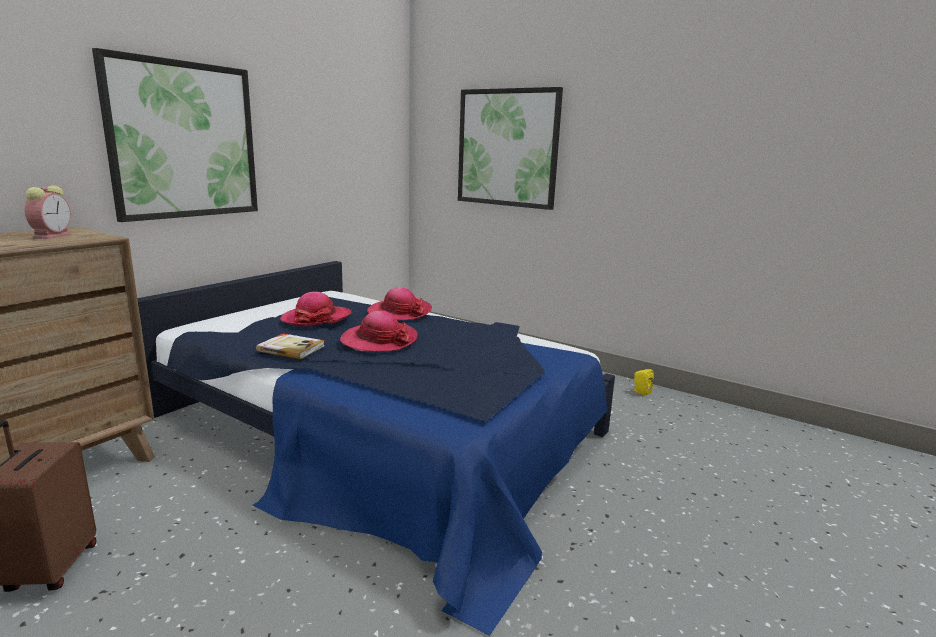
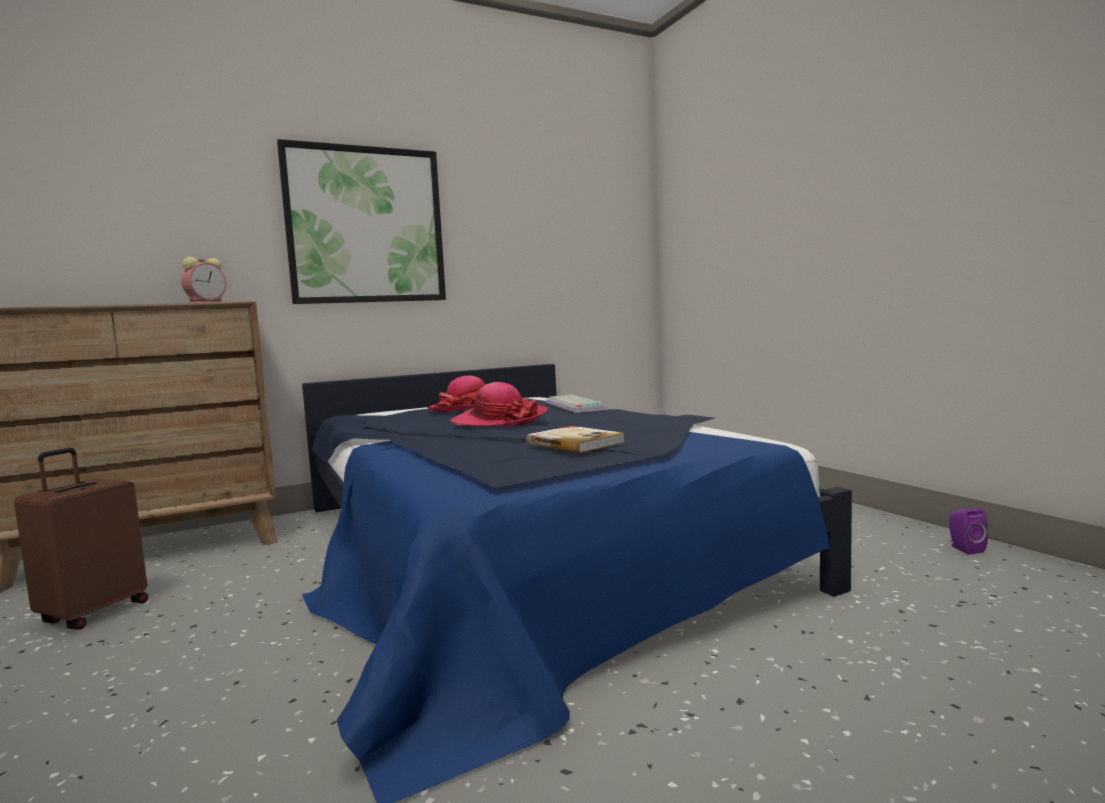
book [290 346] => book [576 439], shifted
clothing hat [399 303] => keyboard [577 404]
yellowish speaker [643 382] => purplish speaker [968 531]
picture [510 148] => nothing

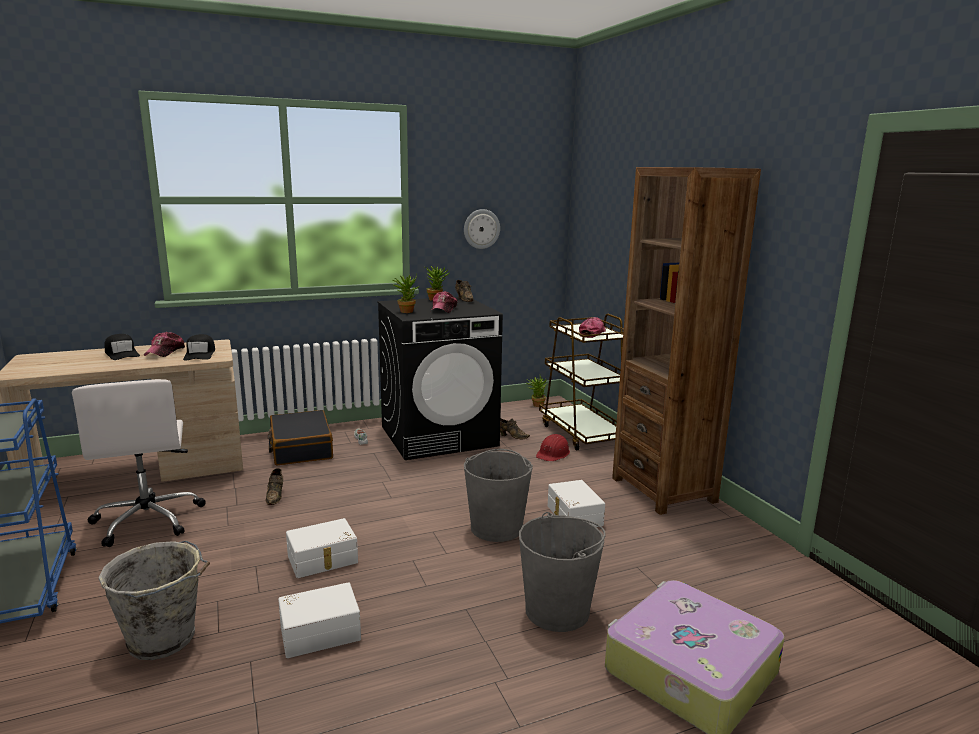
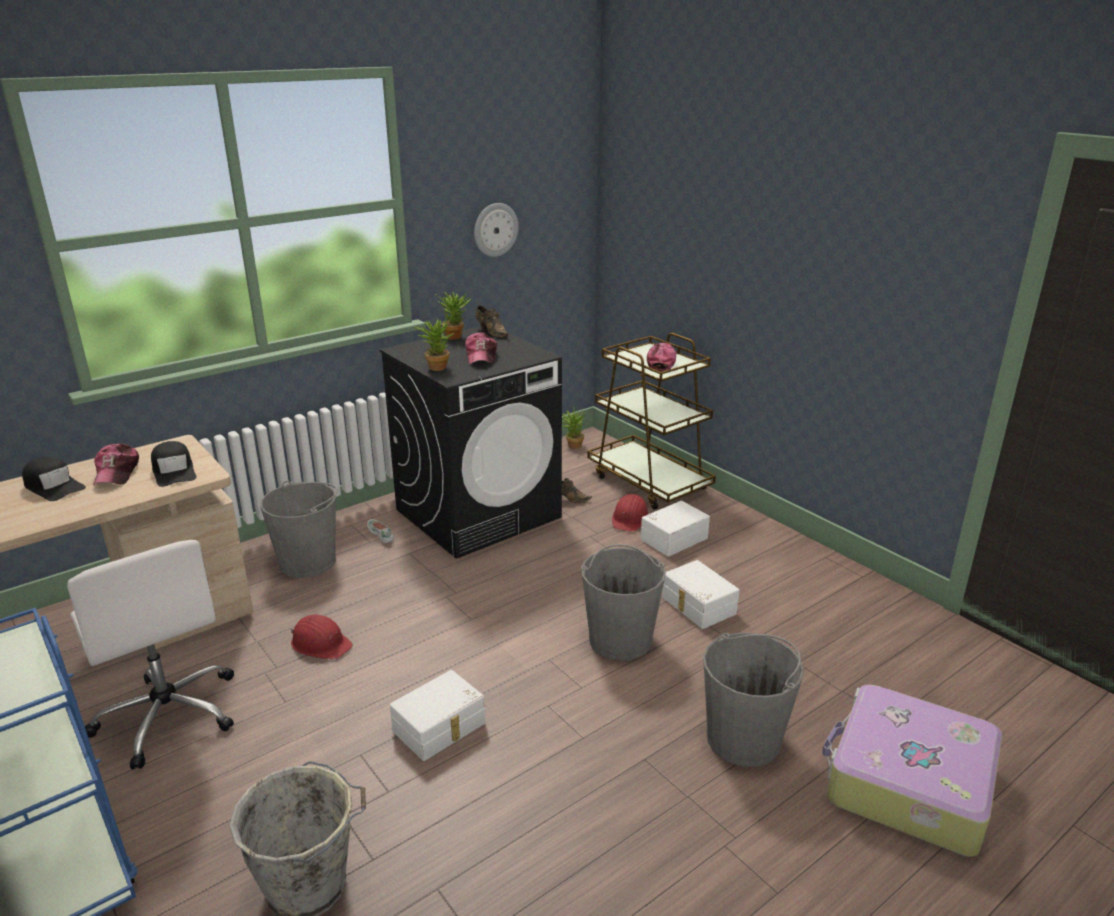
black travel case [300 438] => gray water bucket [298 529]
brownish low shoe [274 486] => red hard hat [321 637]
white storage box [319 620] => white storage box [675 529], shifted
brownish bookshelf [686 341] => nothing

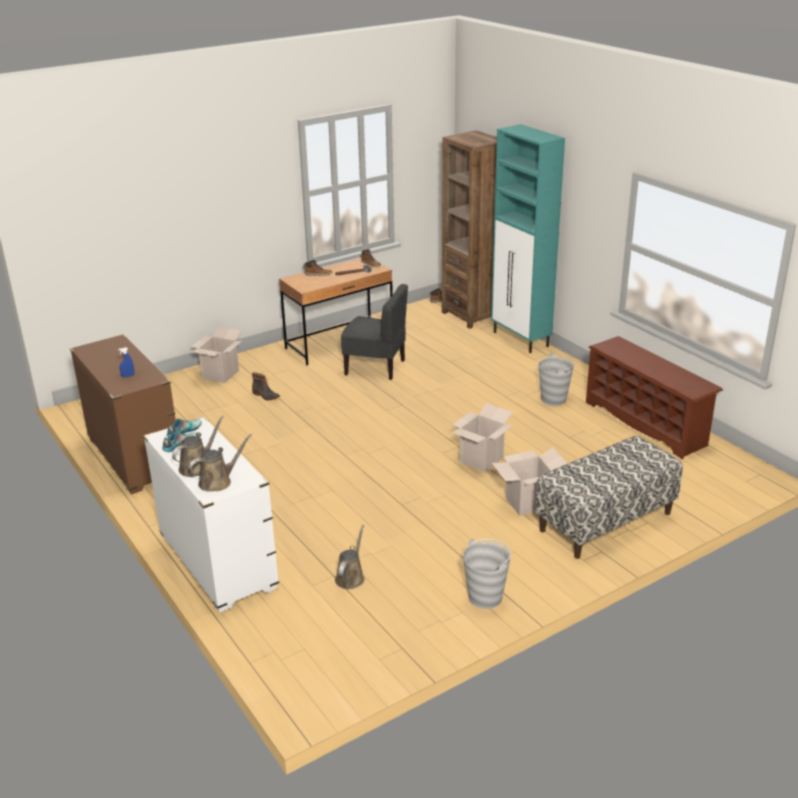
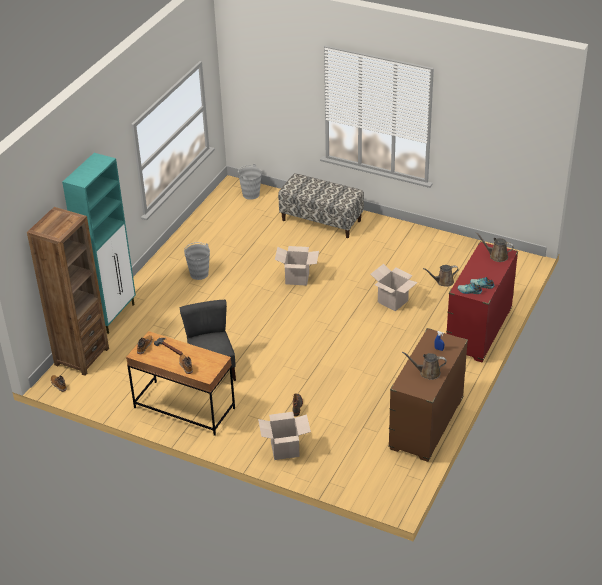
gray water bucket [487 574] => gray water bucket [250 182], shifted
cardboard box [529 482] => cardboard box [394 287], shifted
brownish watering can [198 446] => brownish watering can [424 366], shifted
white dresser [211 514] => red dresser [482 301]
brownish shoe stand [654 397] => nothing

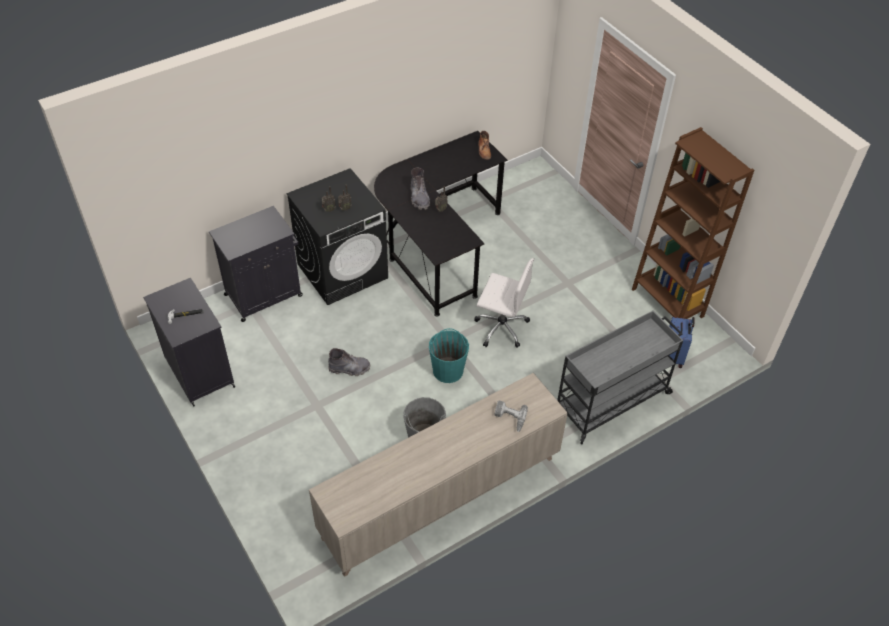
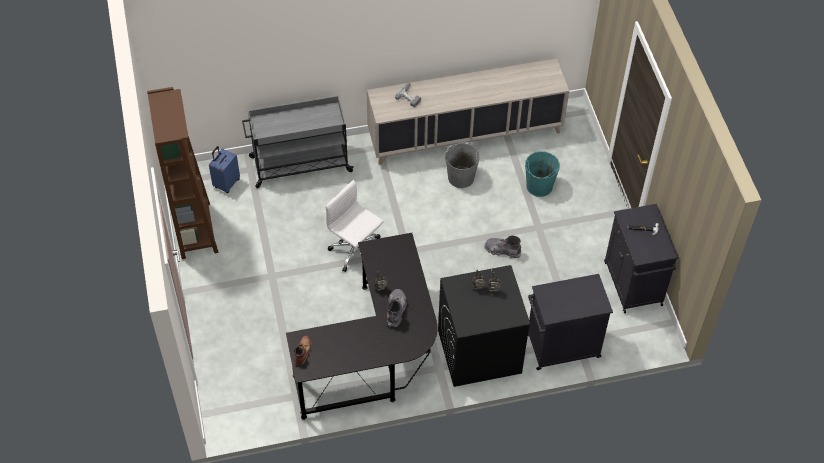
turquoise-coloured water bucket [449 355] => turquoise-coloured water bucket [542 174], shifted

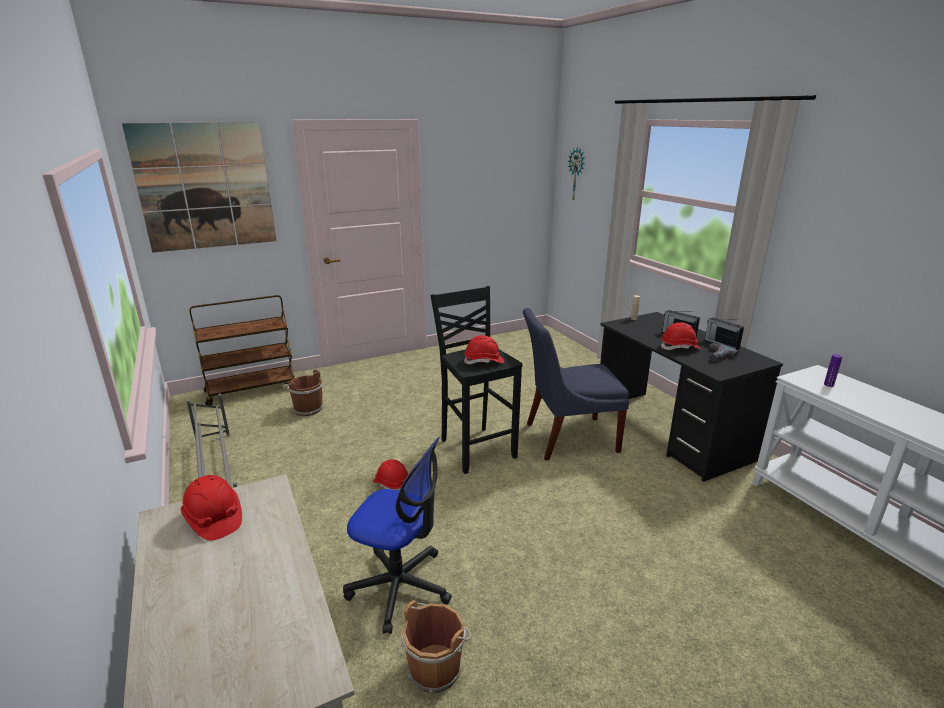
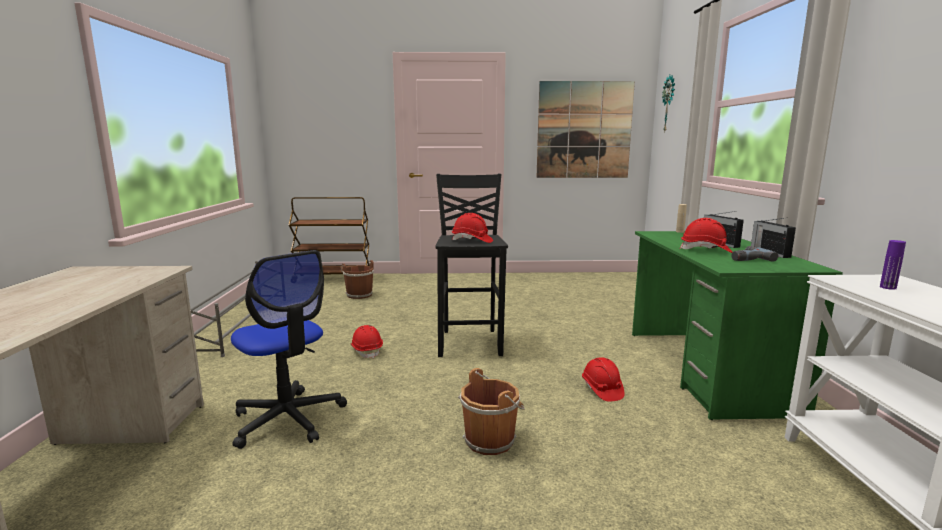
brownish water bucket [436 646] => brownish water bucket [491 411], shifted
picture [199 187] => picture [585 129], shifted
red hard hat [211 508] => red hard hat [603 379], shifted
black desk unit [691 397] => green desk unit [737 325]
bluish upright chair [576 384] => nothing

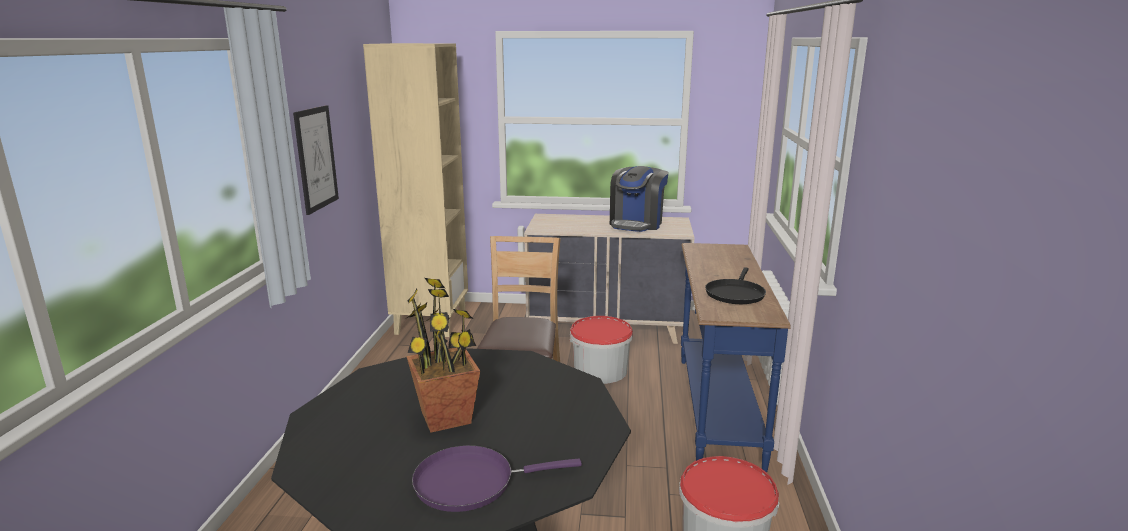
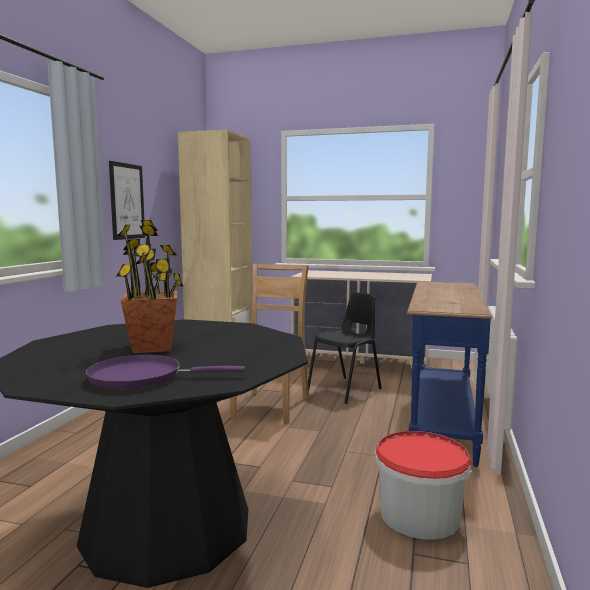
water bucket [601 350] => black upright chair [345 348]
coffee machine [639 199] => nothing
black pan [735 285] => nothing

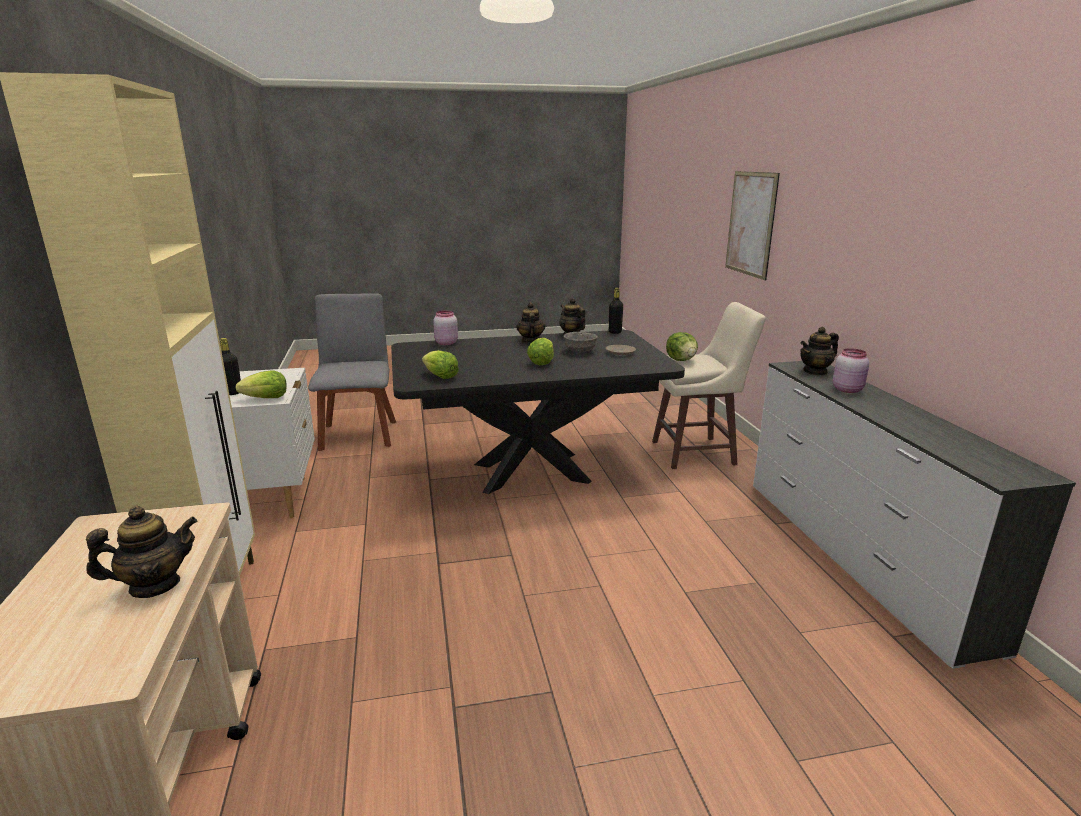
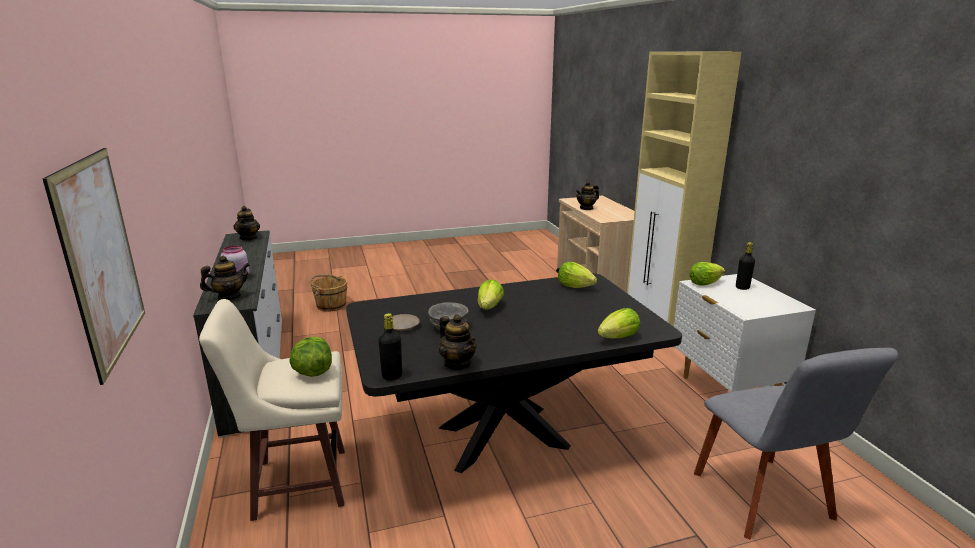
pot for tea [531 322] => pot for tea [247 223], shifted
nothing => brownish water bucket [328 293]
pink preserve jar [445 327] => head of lettuce [619 323]

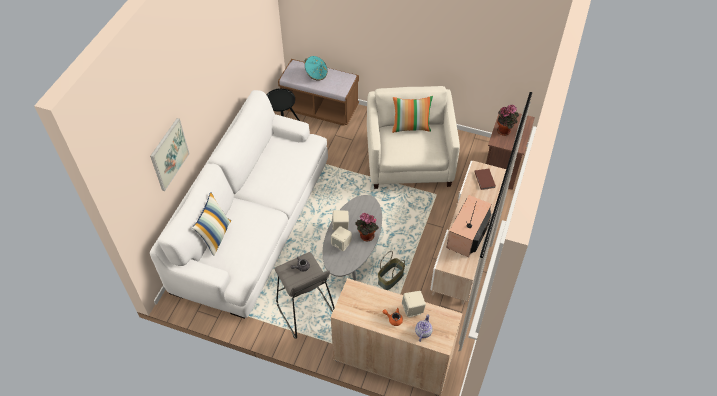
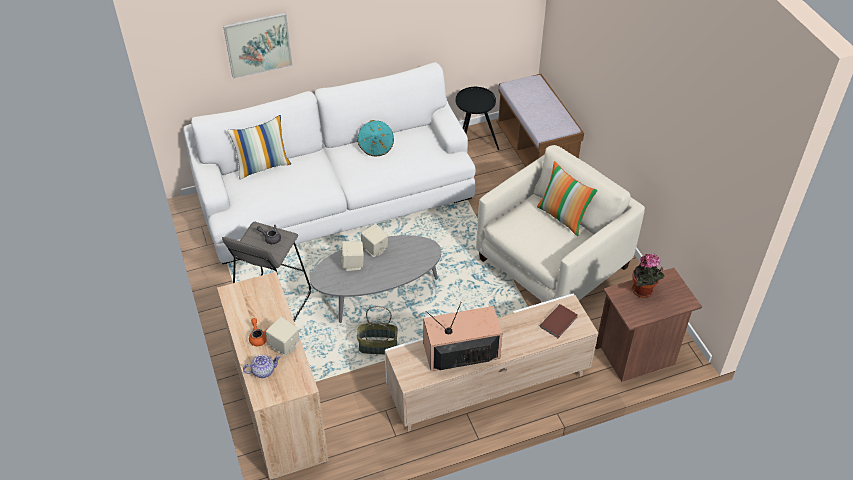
turquoise-coloured clothing hat [316 68] => turquoise-coloured clothing hat [375 138], shifted
houseplant [367 227] => nothing

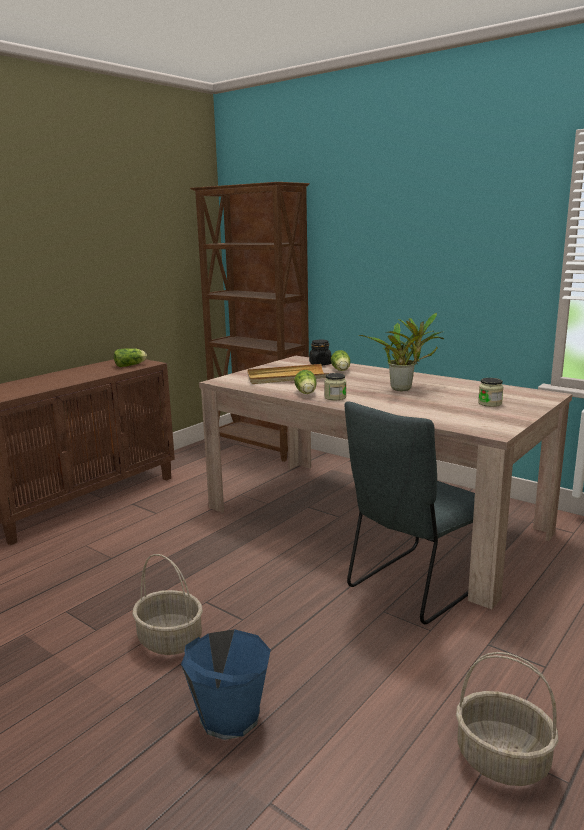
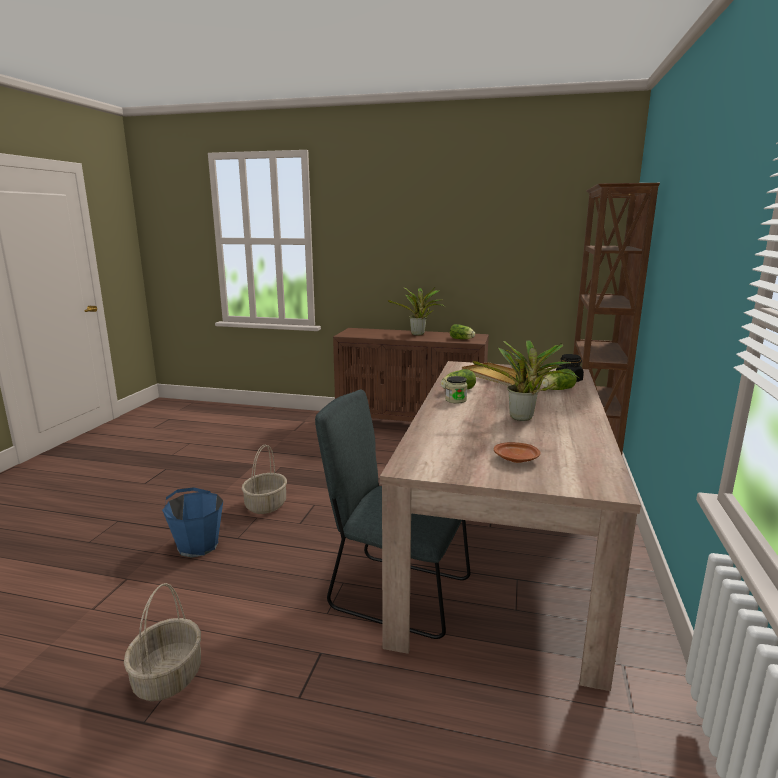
nothing => houseplant [417 311]
preserve jar [490 392] => brownish plate [517 452]

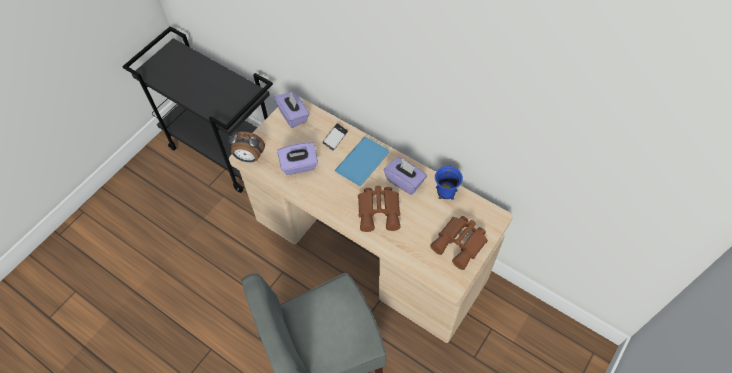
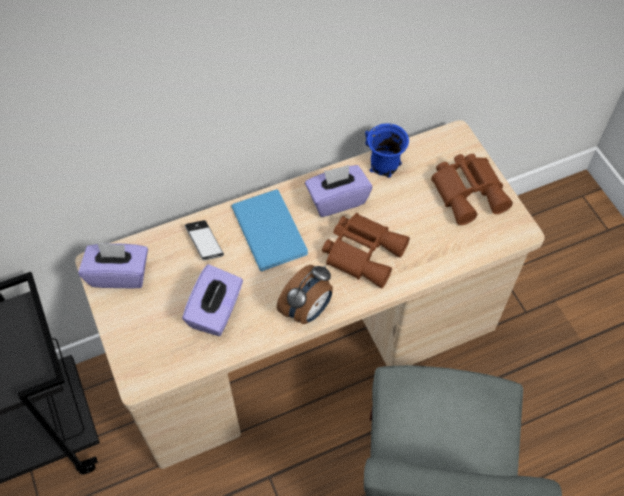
table clock [246 146] => table clock [305 294], shifted

